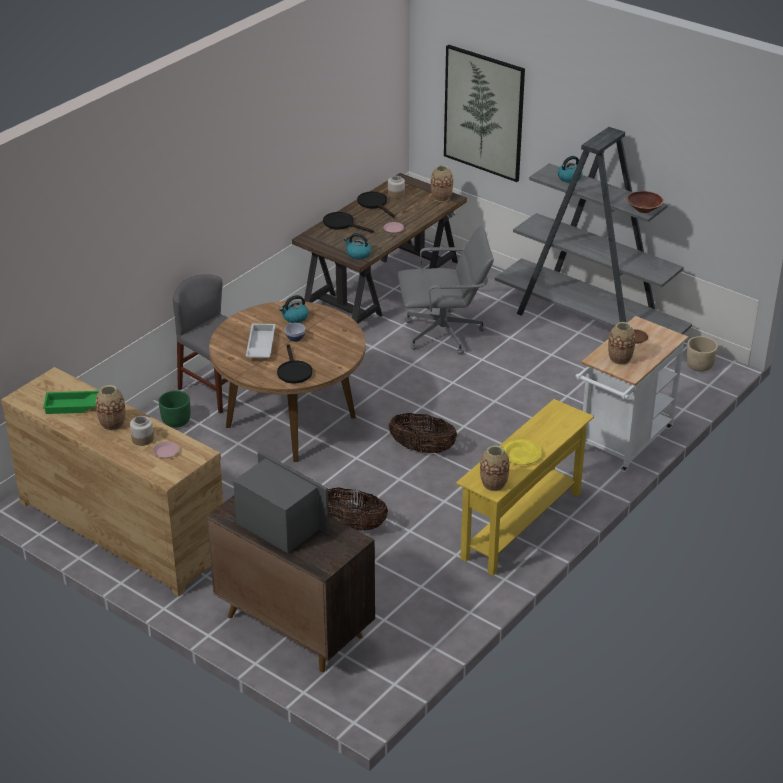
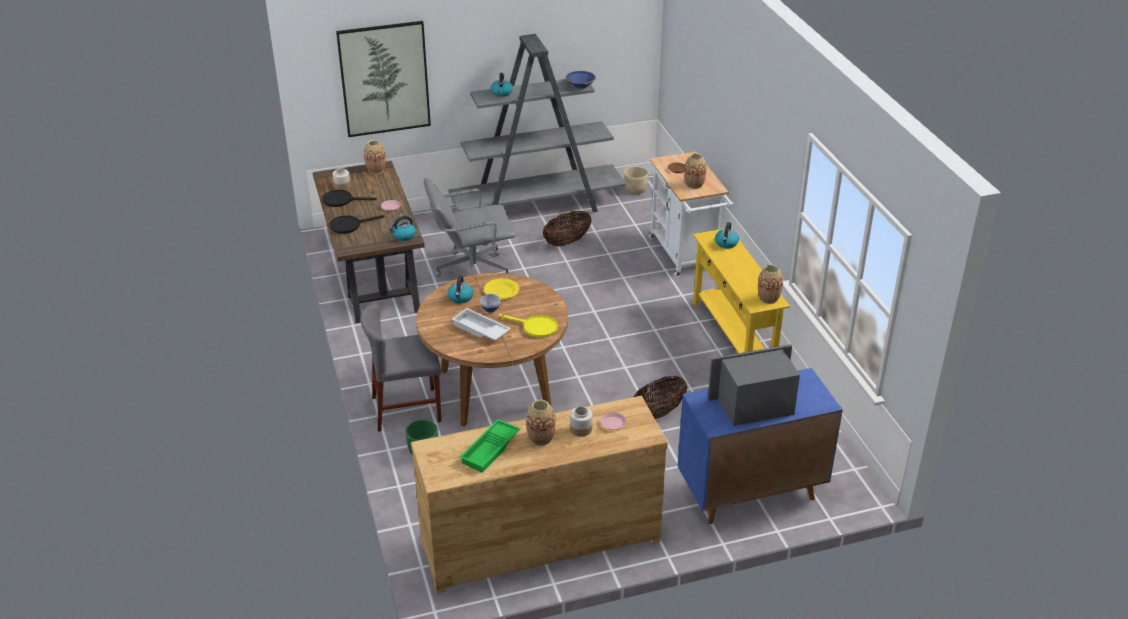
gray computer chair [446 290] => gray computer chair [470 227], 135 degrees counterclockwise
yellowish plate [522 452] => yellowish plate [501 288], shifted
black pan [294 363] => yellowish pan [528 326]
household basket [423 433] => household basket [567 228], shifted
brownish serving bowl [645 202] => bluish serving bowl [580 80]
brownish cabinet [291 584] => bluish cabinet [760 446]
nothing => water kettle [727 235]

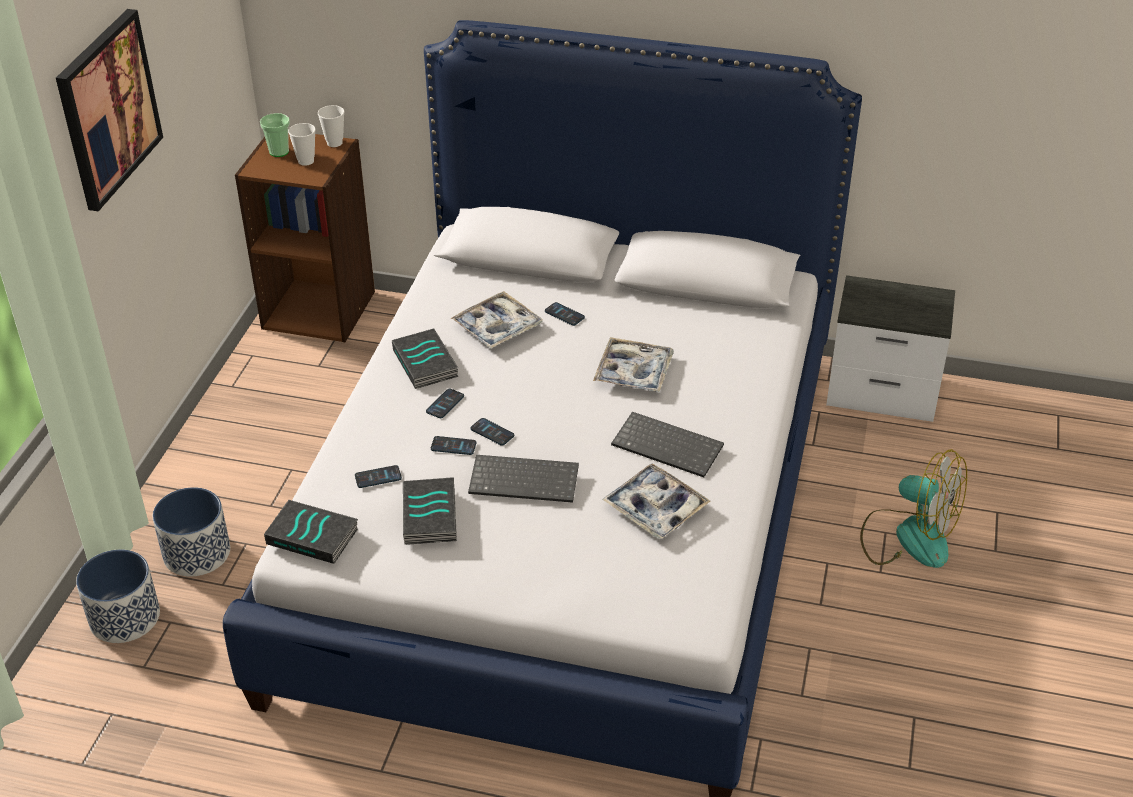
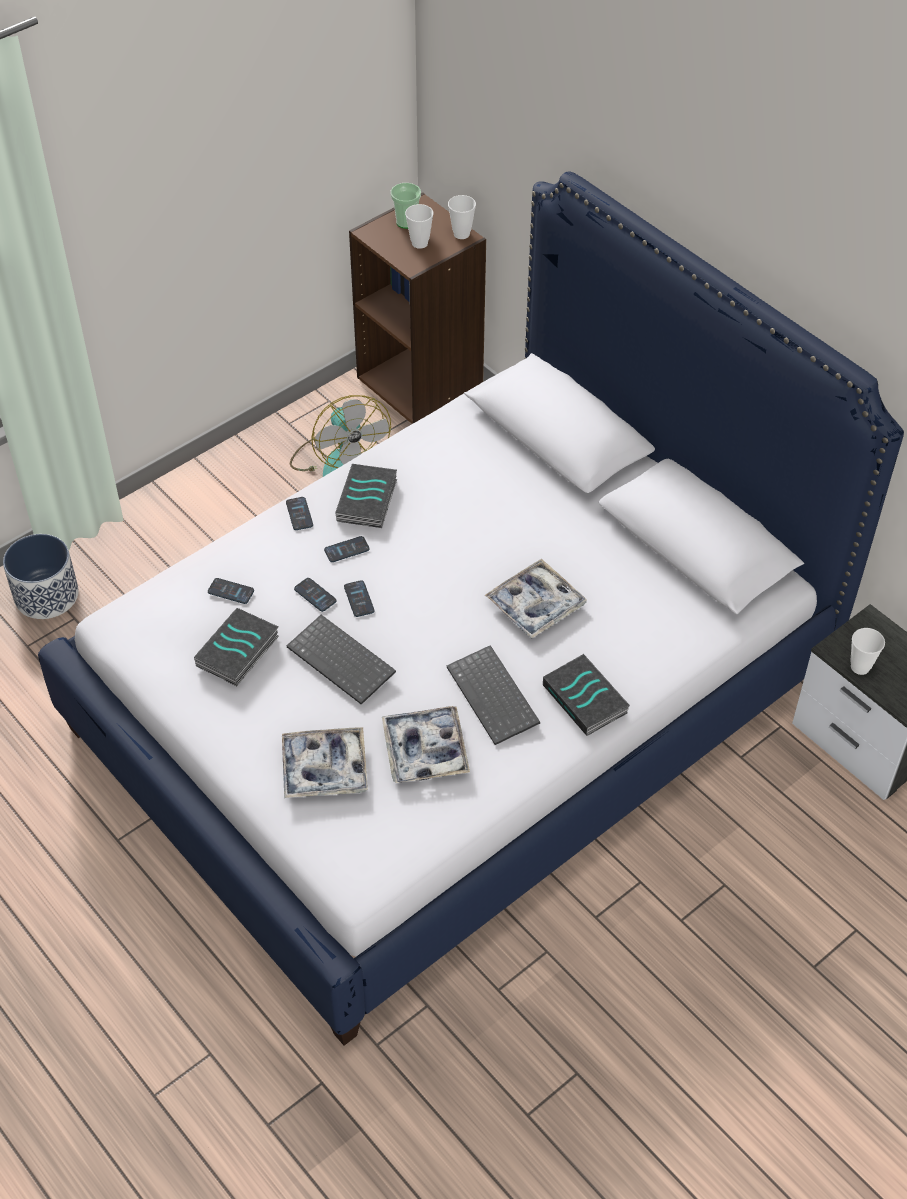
serving tray [497 320] => serving tray [325 762], shifted
phone [565 314] => phone [299 513], shifted
fan [913 508] => fan [340 436], shifted
book [311 532] => book [586 695], shifted
nothing => cup [867 651]
picture [109 110] => nothing
flower pot [191 532] => nothing

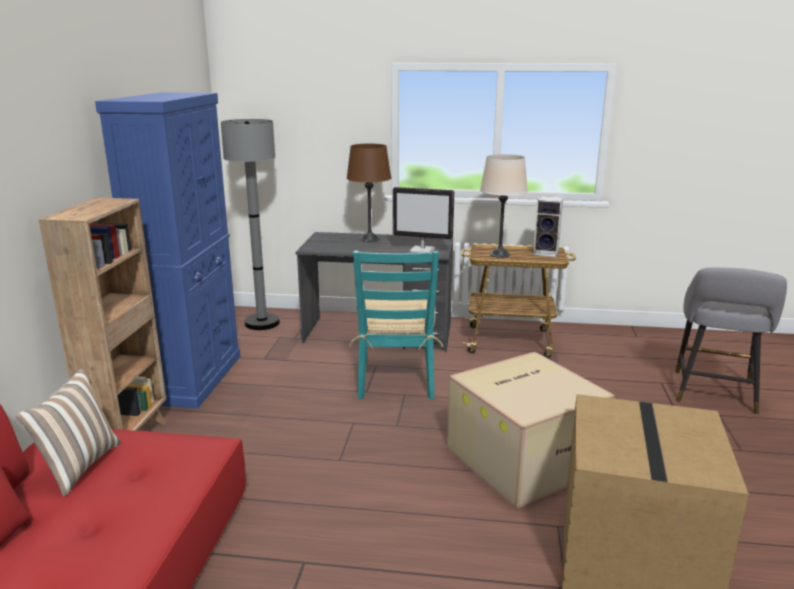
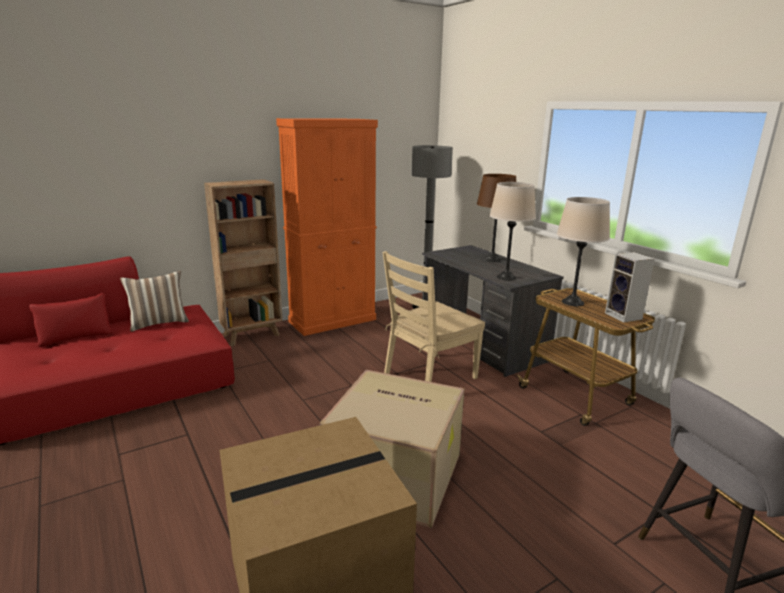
bluish cabinet [168 250] => orange cabinet [327 227]
turquoise-coloured upright chair [396 325] => beige upright chair [434 316]
monitor [423 220] => beige lamp for a table [512 231]

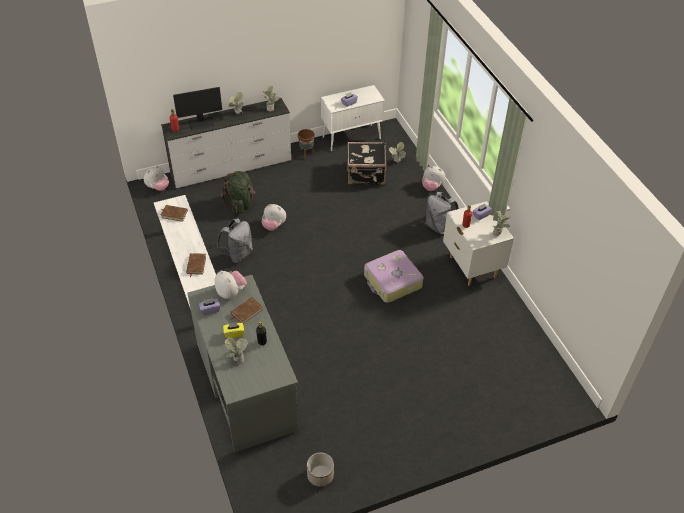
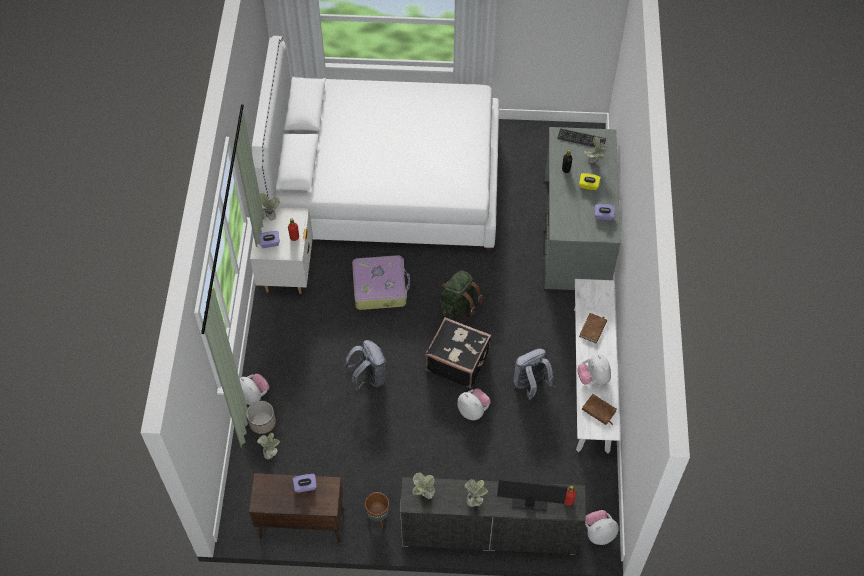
flower pot [320 470] => flower pot [261 417], shifted
white cabinet [353 118] => brownish cabinet [296 507]
nothing => white bedroom bed [375 144]
gray backpack [442 213] => gray backpack [365 365], shifted
black travel case [367 163] => black travel case [458 352], shifted
green backpack [238 192] => green backpack [461 294], shifted
nothing => keyboard [581 137]
plush toy [231 284] => plush toy [594 369], shifted
brownish book [246 310] => nothing

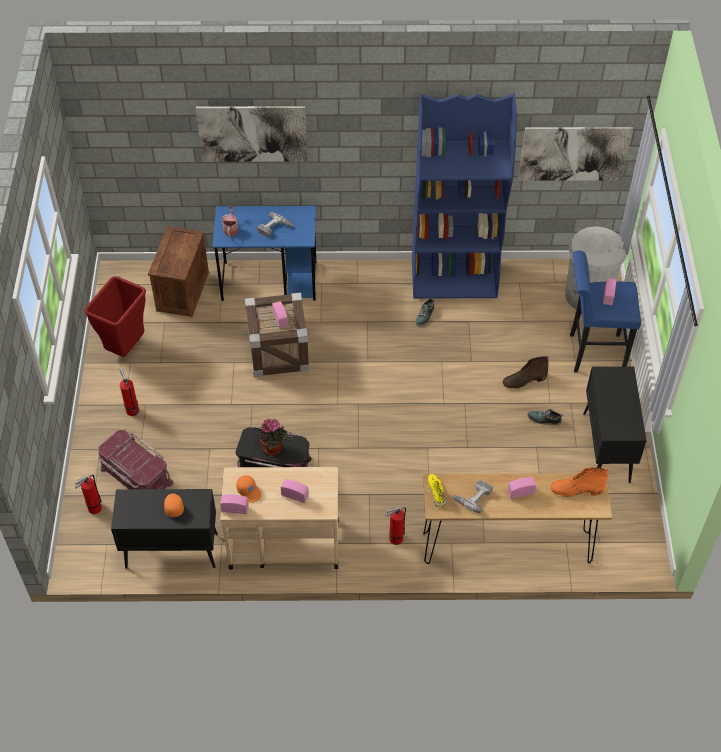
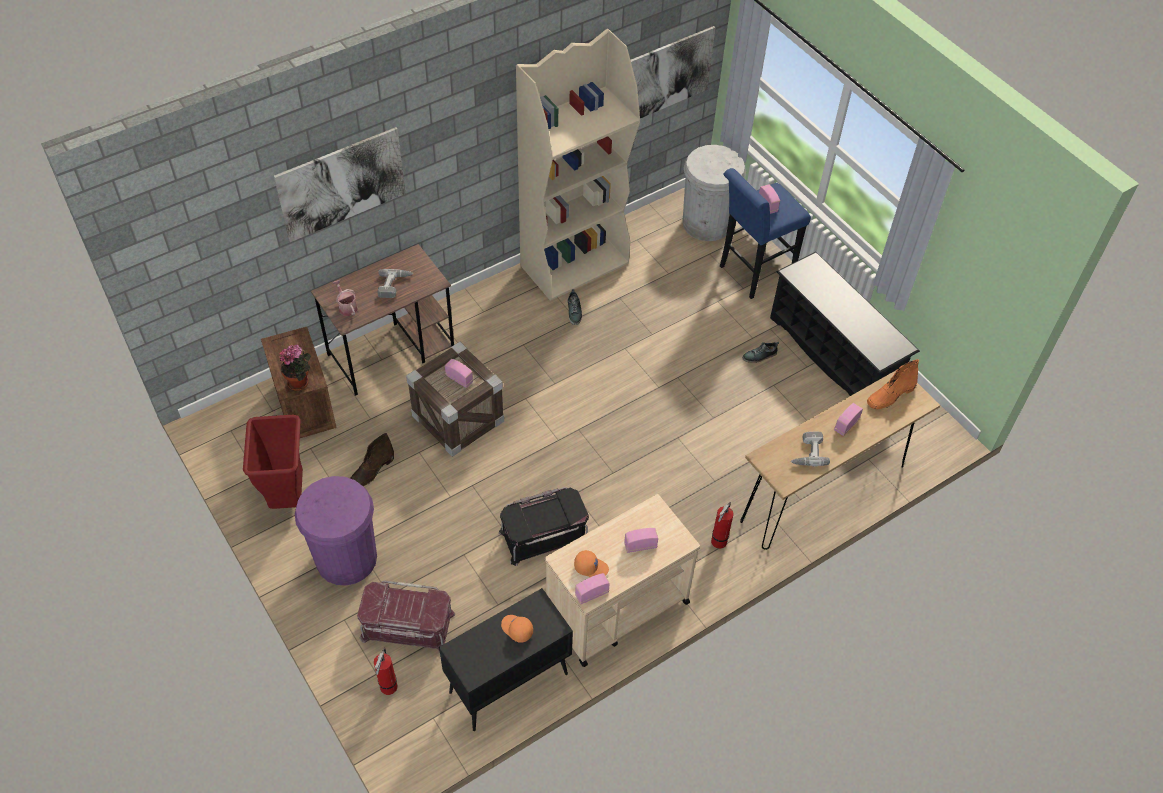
houseplant [273 437] => houseplant [295 367], shifted
fire-fighting cylinder [129 392] => purplish trash can [336 530]
bluish desk unit [265 253] => brownish desk unit [382 320]
brownish boot [526 372] => brownish boot [372 459], shifted
bluish bookshelf [464 196] => beige bookshelf [578 165]
black cabinet [615 424] => black shoe stand [845 324]
yellowish low shoe [437 490] => nothing

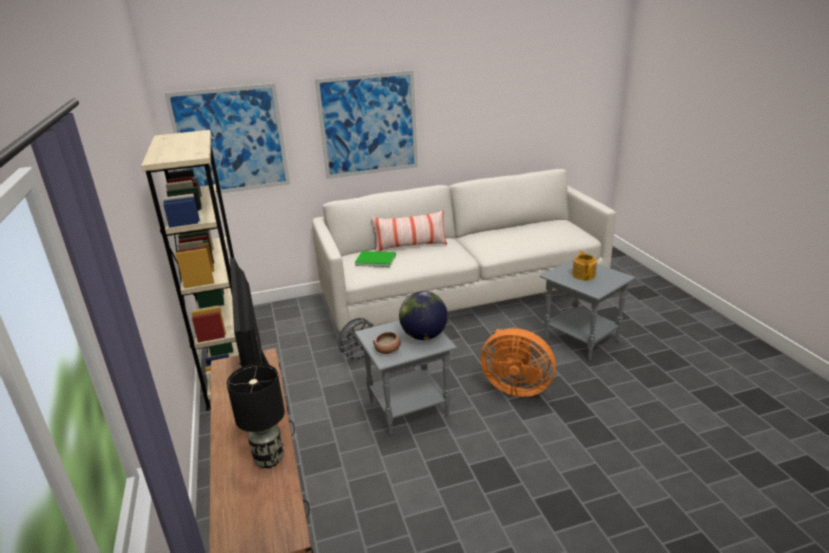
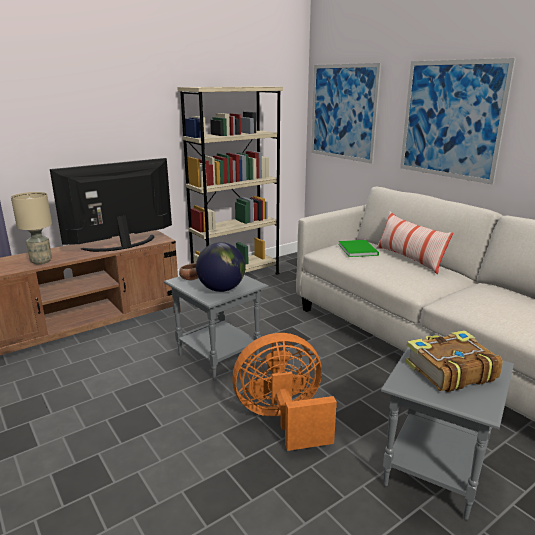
black lamp for a table [256 416] => beige lamp for a table [31 228]
orange fan [518 362] => orange fan [284 392], 75 degrees clockwise
pot for tea [584 265] => book [454 361]
gray fan [358 340] => nothing

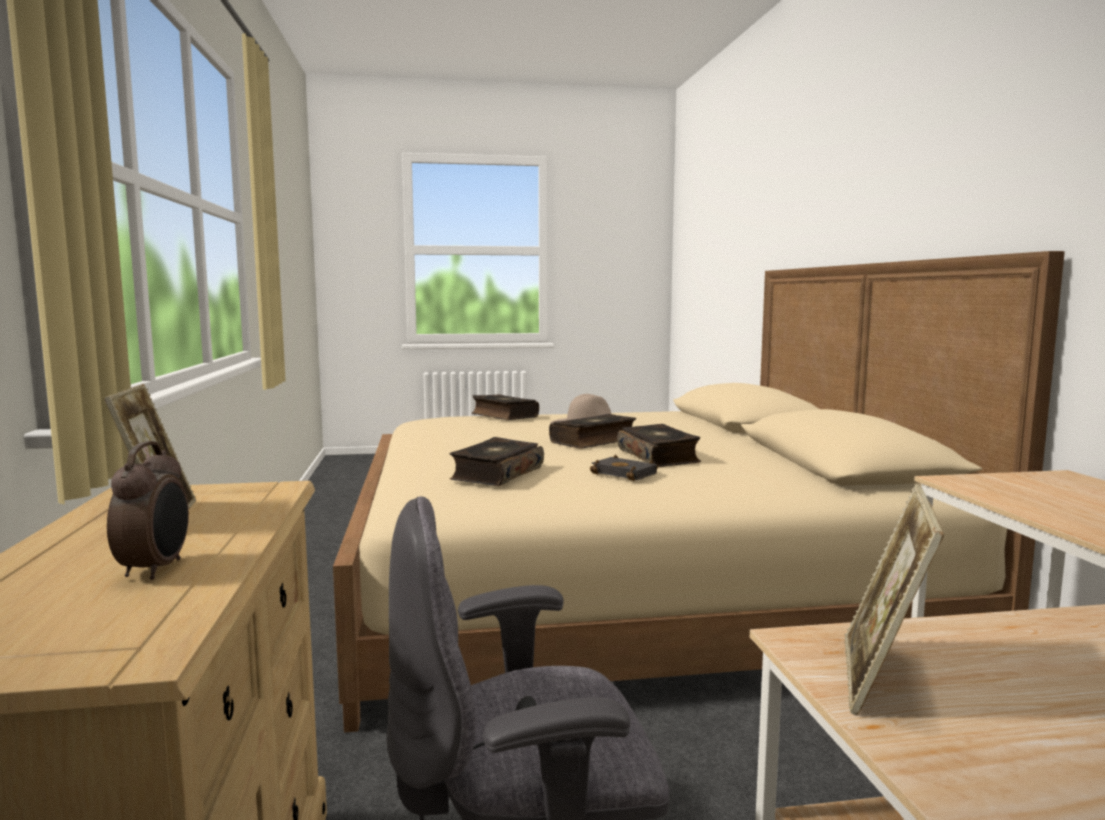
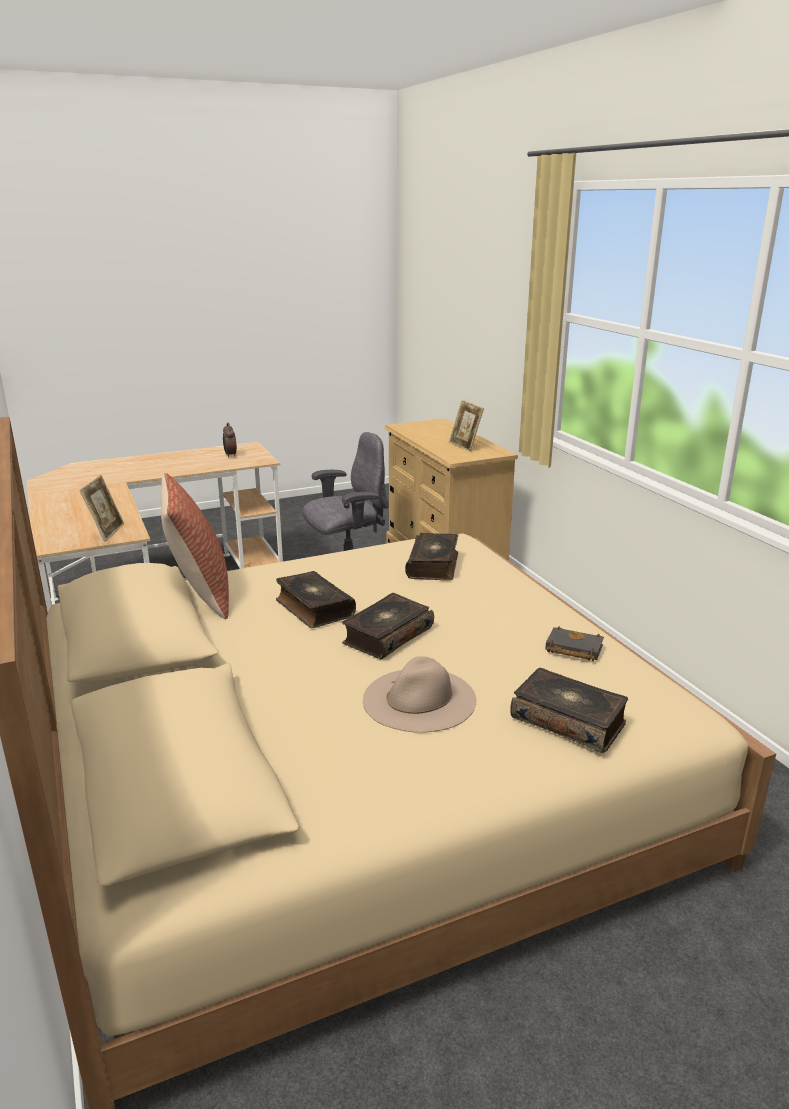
picture frame [894 599] => picture frame [102 508], shifted
nothing => cushion [195 546]
table clock [148 510] => table clock [230 440], shifted
black book [624 467] => black book [574 643], shifted

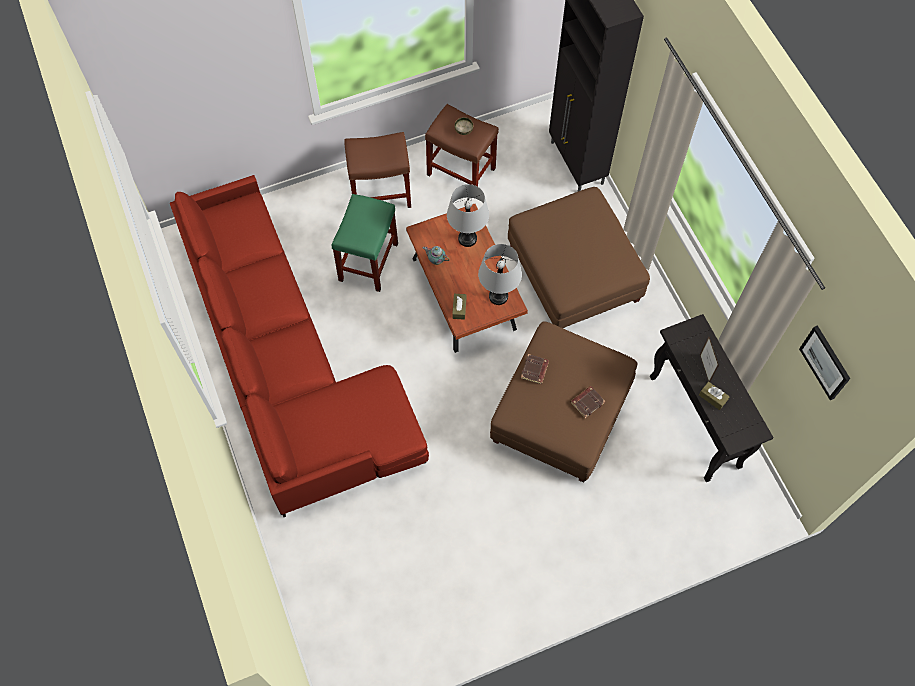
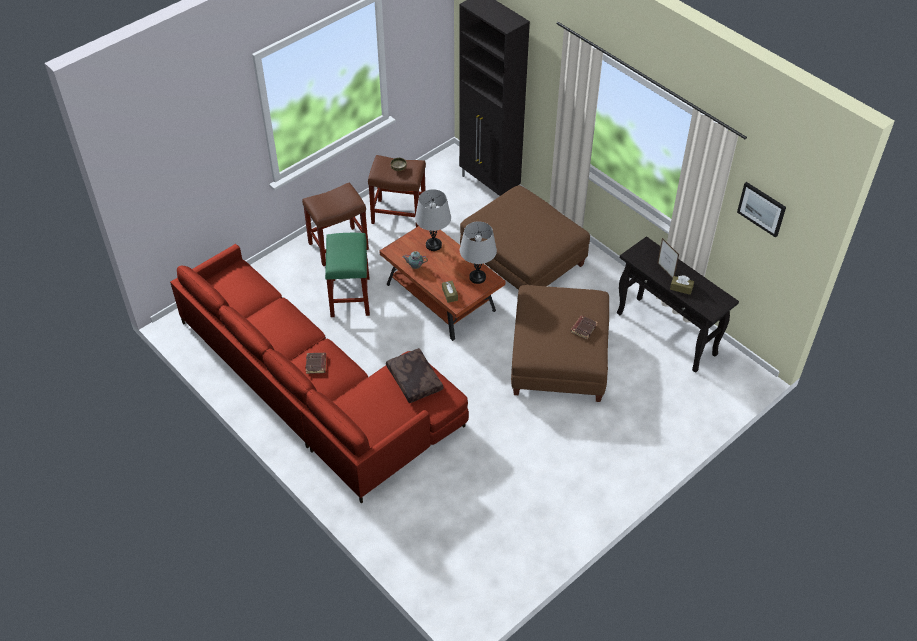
brownish book [535 369] => brownish book [315 363], shifted
nothing => brownish cushion [414 375]

